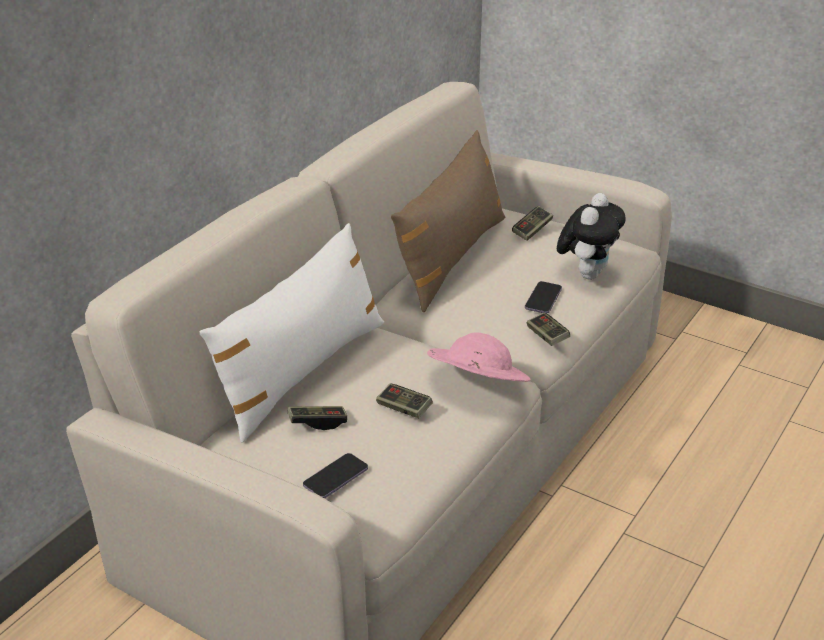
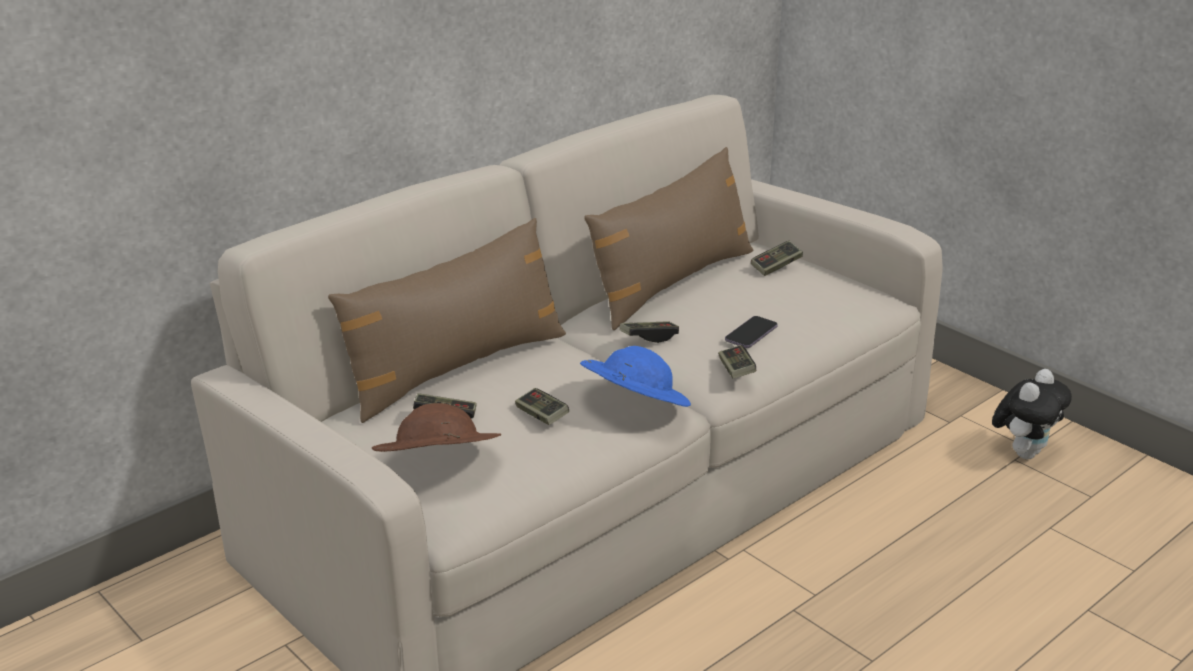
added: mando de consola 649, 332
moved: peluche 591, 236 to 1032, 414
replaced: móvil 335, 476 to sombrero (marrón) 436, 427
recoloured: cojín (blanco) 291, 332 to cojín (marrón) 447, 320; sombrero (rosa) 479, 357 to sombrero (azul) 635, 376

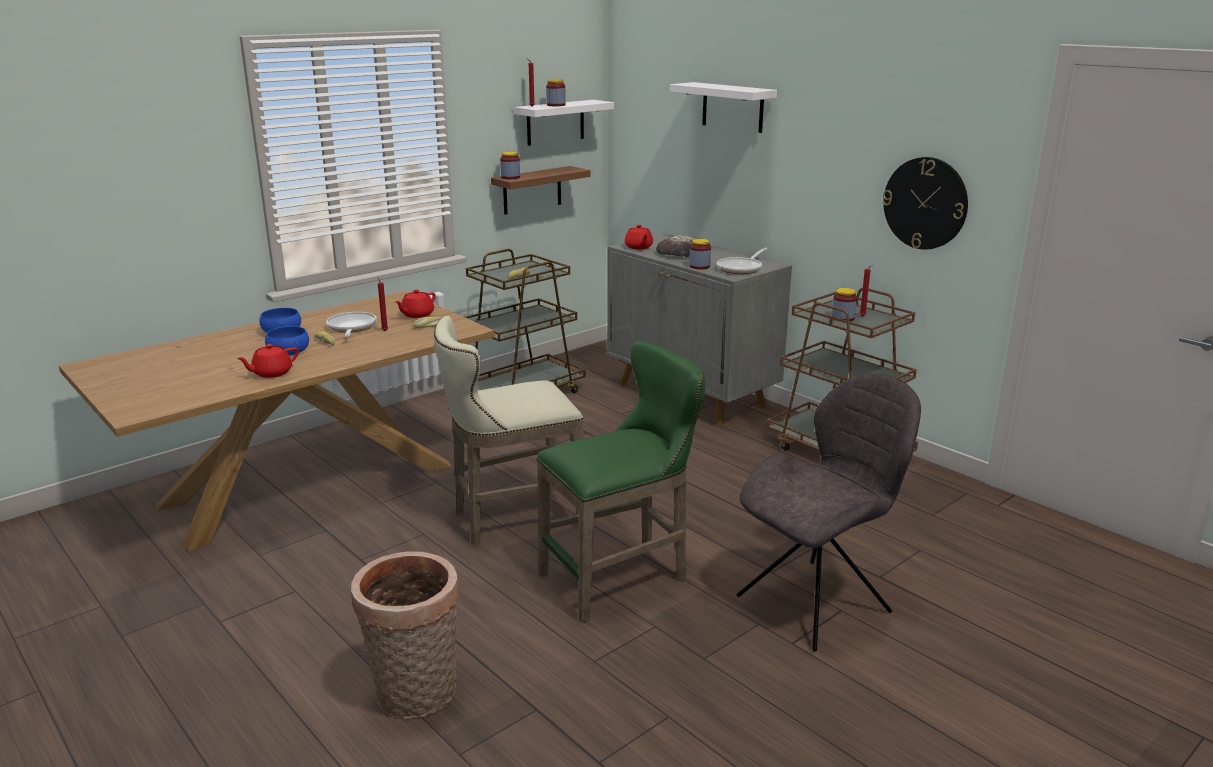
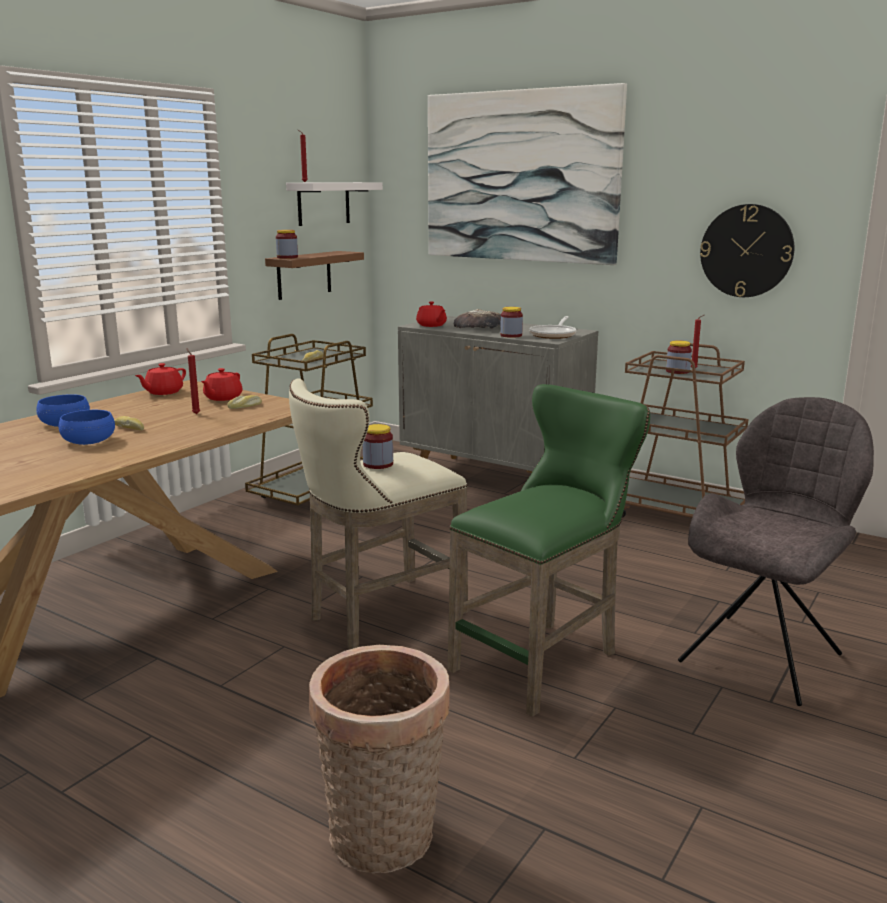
removed: sartén 351, 324
moved: tetera (rojo) 267, 361 to 160, 379; tarro 556, 92 to 378, 446
replaced: estante (blanco) 723, 107 to cuadro 527, 174

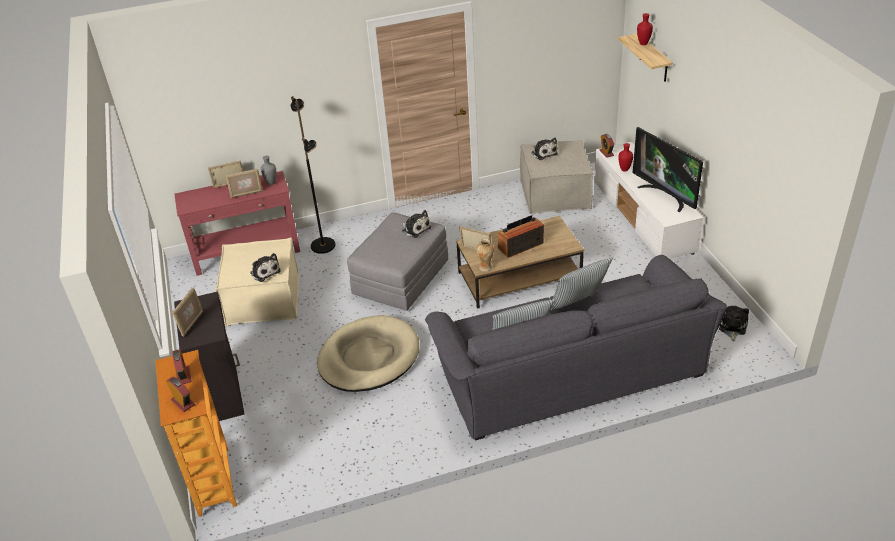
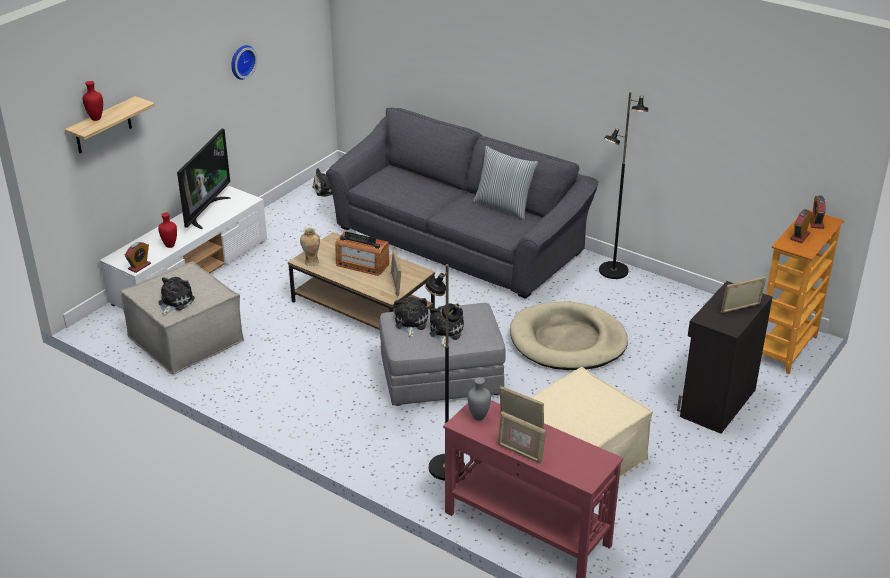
removed: cojín 582, 283
added: reloj de pared 244, 62; lámpara de pie (negro) 623, 185
moved: peluche 265, 267 to 447, 326; florero 485, 255 to 310, 247

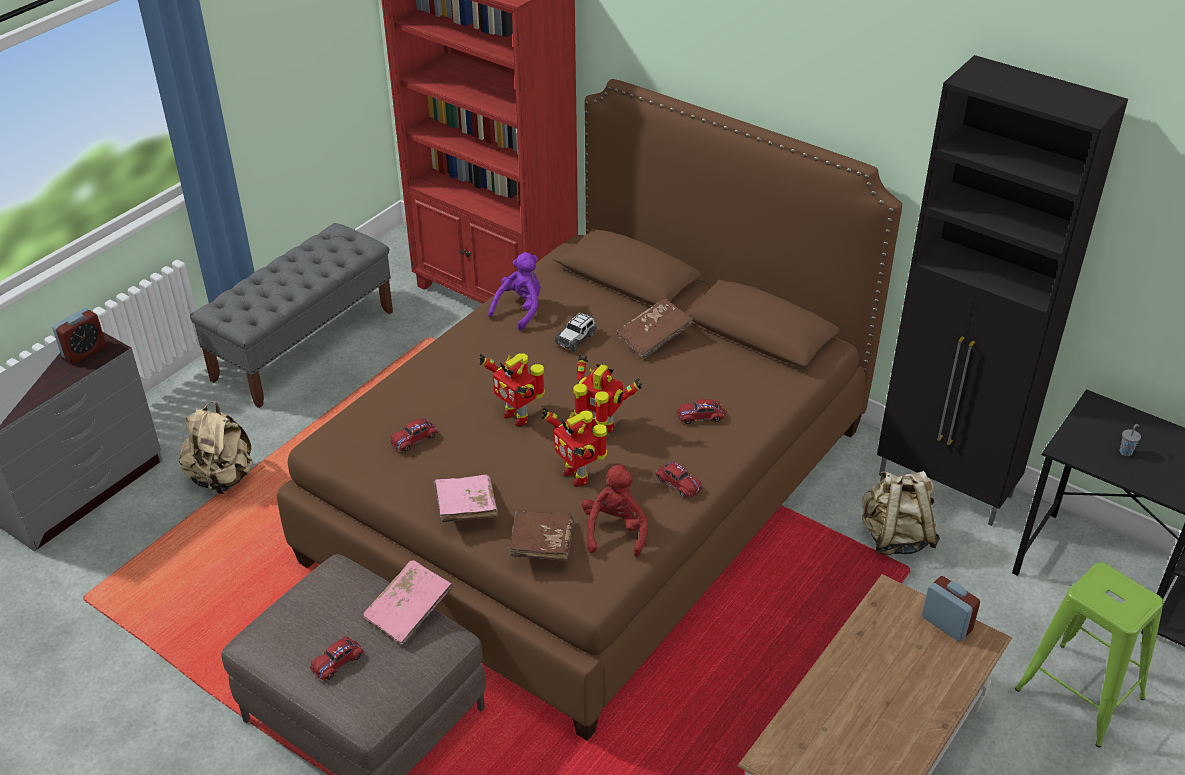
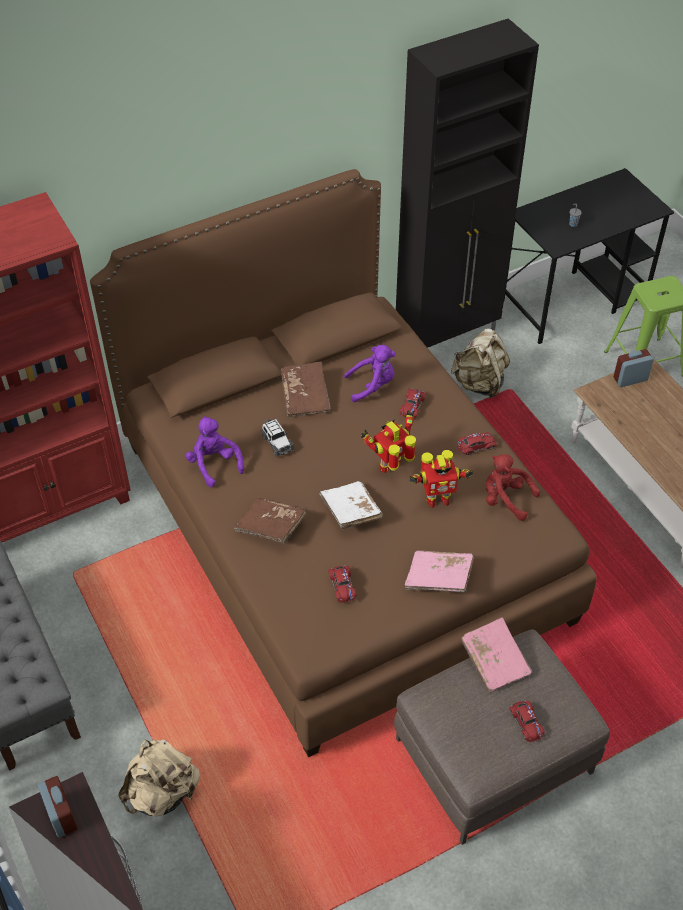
added: peluche (morado) 370, 373
moved: libro (marrón) 541, 535 to 270, 521
replaced: robot de juguete 512, 390 to libro (blanco) 351, 505

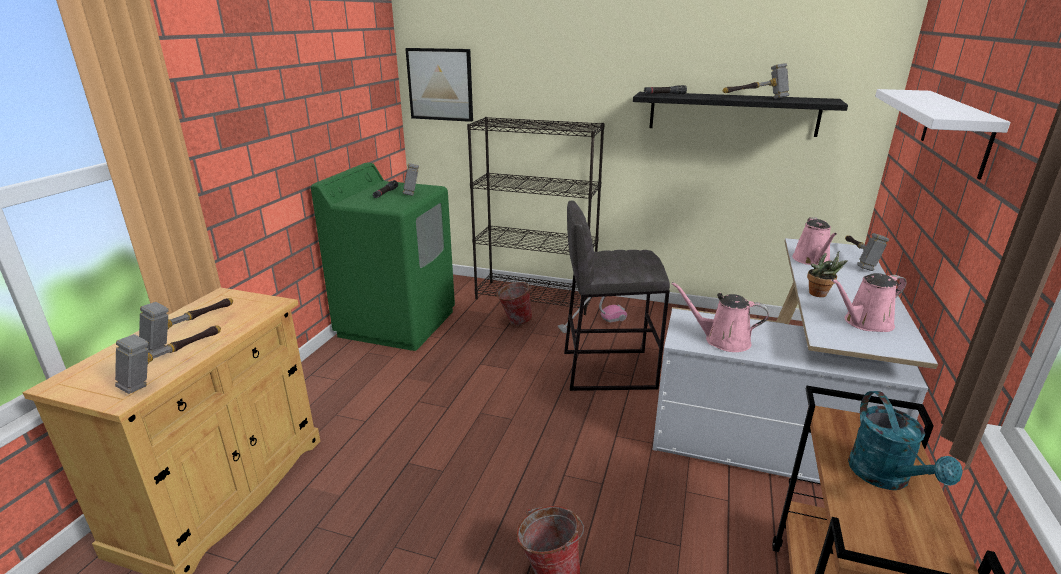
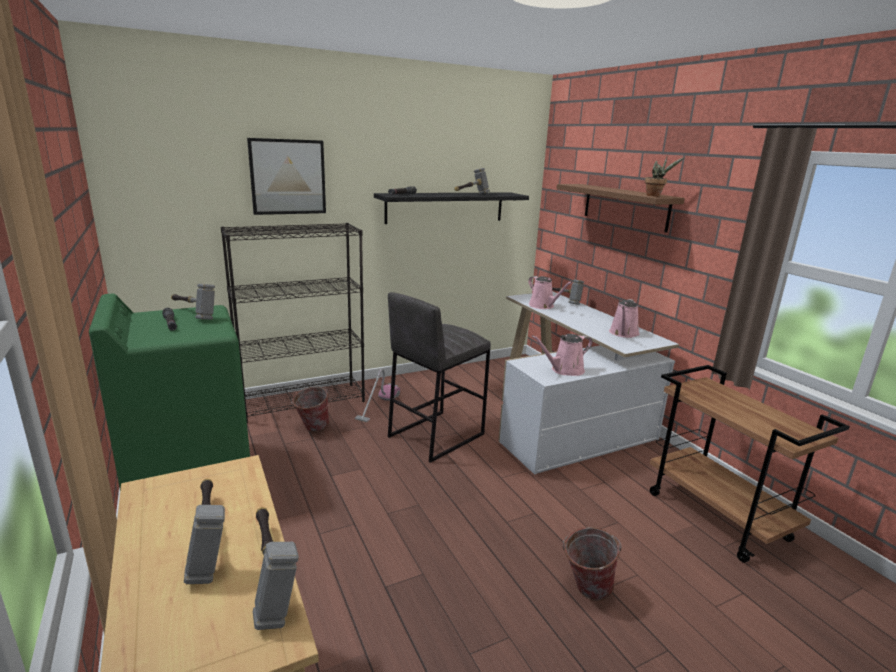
removed: regadera (turquesa) 905, 440
moved: cuadro 439, 85 to 286, 176; planta en maceta 827, 274 to 665, 177
recoloured: estante (blanco) 943, 134 to estante (marrón) 620, 208

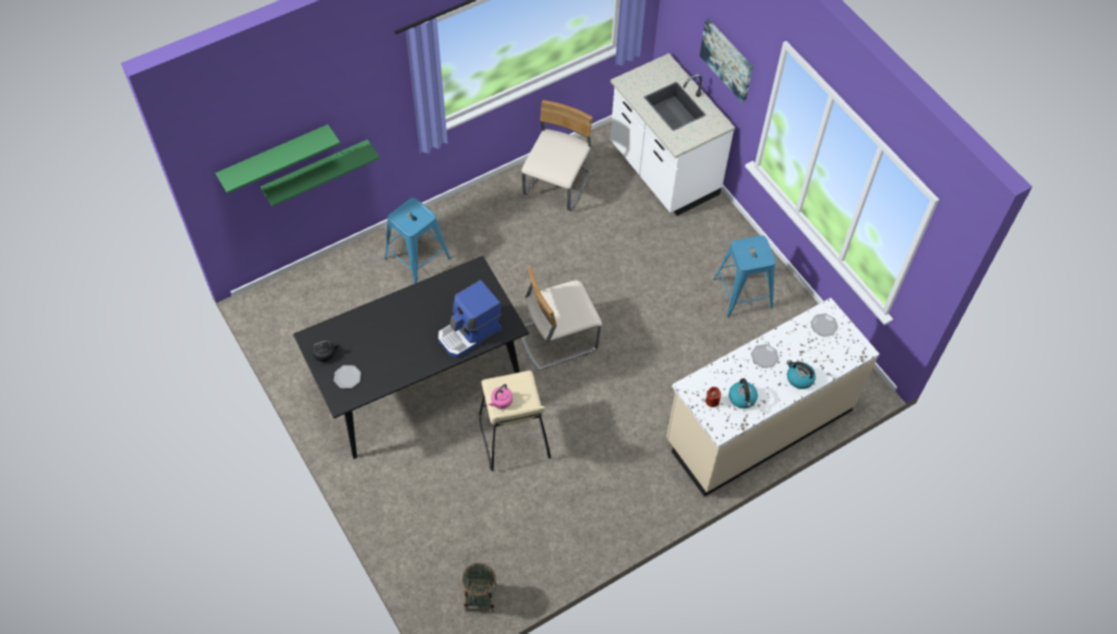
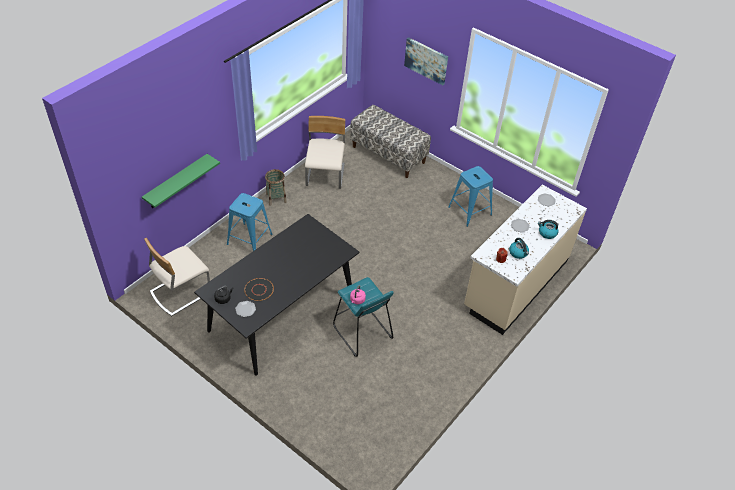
removed: estante (verde) 278, 159; cafetera 470, 319
added: plato (negro) 259, 289
moved: cesta 479, 588 to 276, 187; silla (beis) 561, 318 to 177, 277
replaced: mueble bajo de cocina (blanco) 672, 134 to banco 390, 141
recoloured: taburete (beis) 515, 420 to taburete (turquesa) 363, 317

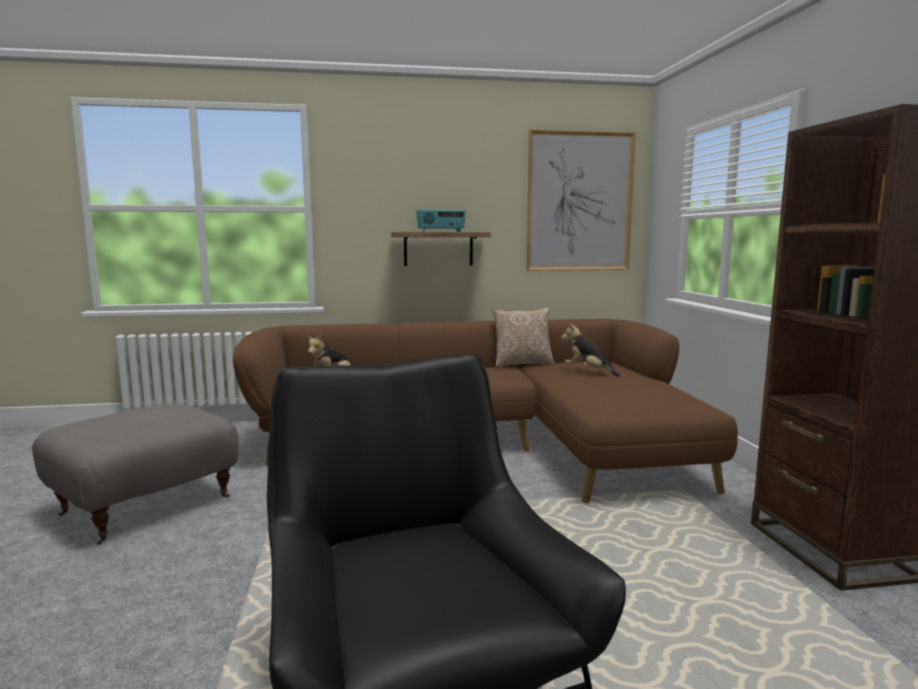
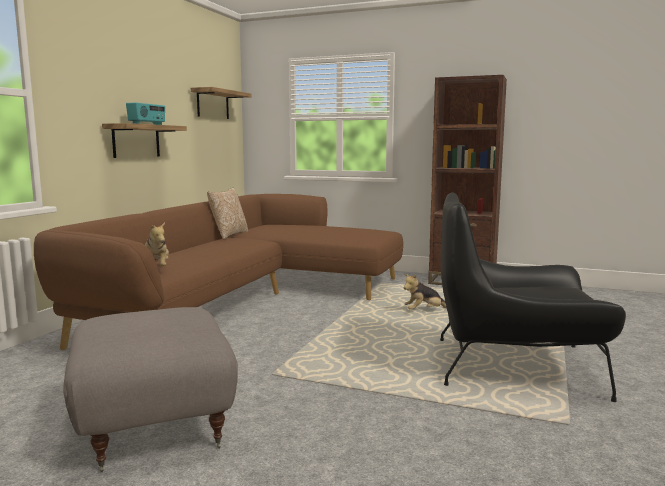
moved: peluche 590, 350 to 425, 291
replaced: cuadro 581, 200 to estante 221, 103

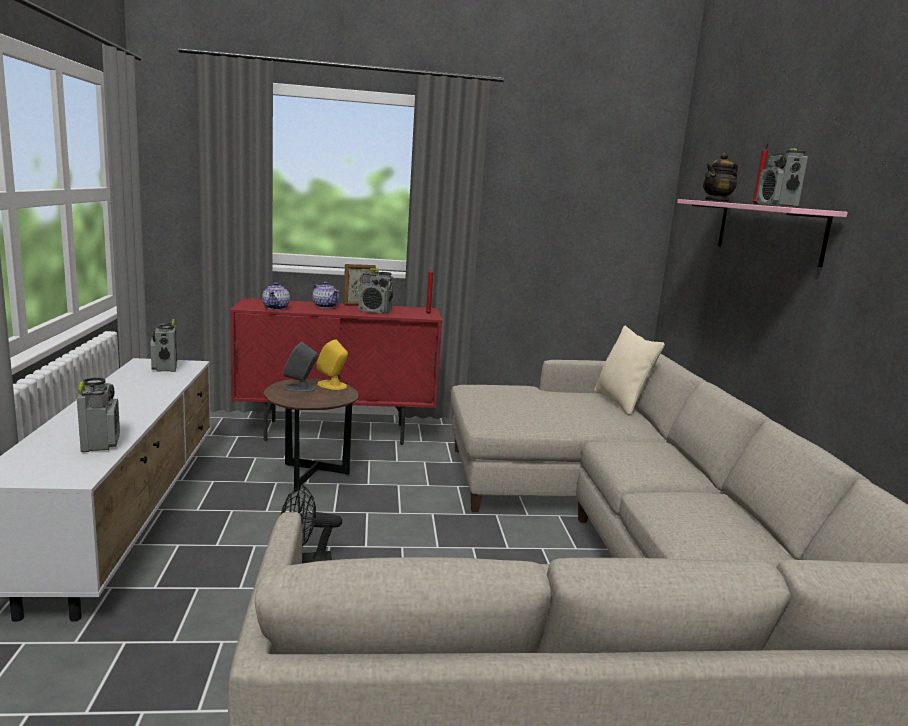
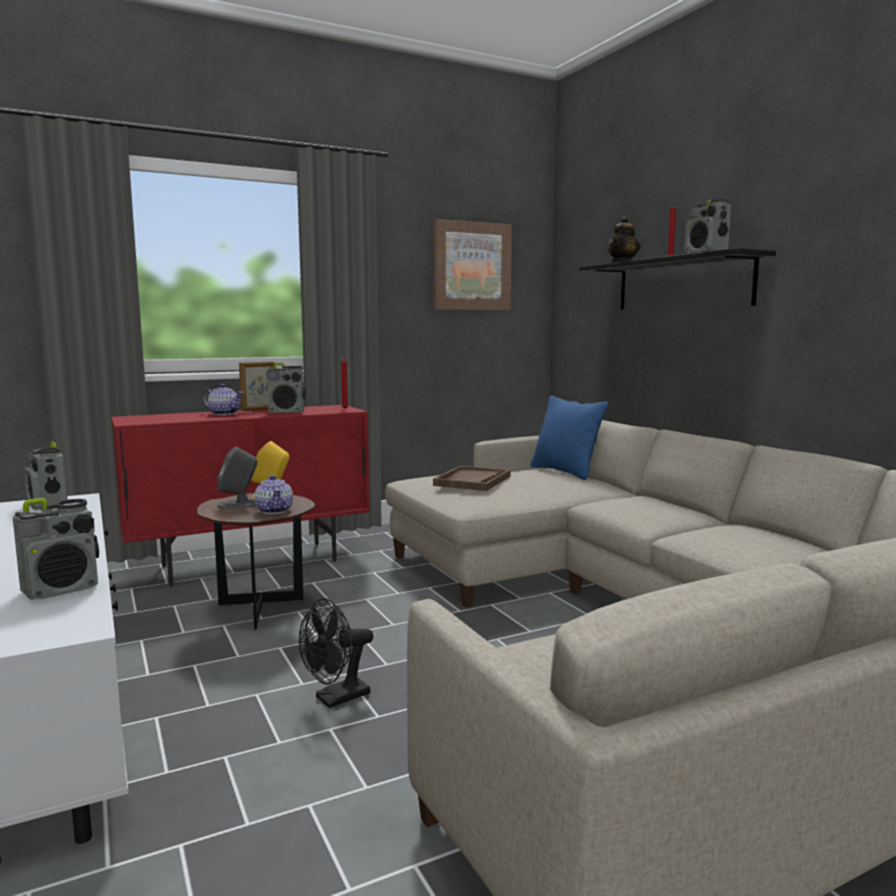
added: cuadro 472, 264; bandeja (marrón) 472, 478
moved: tetera 276, 296 to 273, 494
recoloured: cojín (beis) 629, 370 to cojín (azul) 569, 438; estante (rosa) 762, 233 to estante (negro) 677, 279
turned: radio 98, 414 = 56, 549 90 degrees clockwise

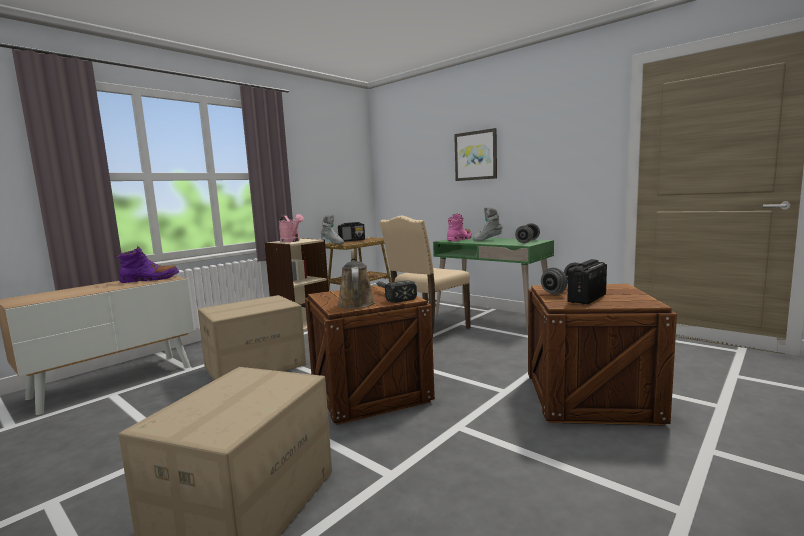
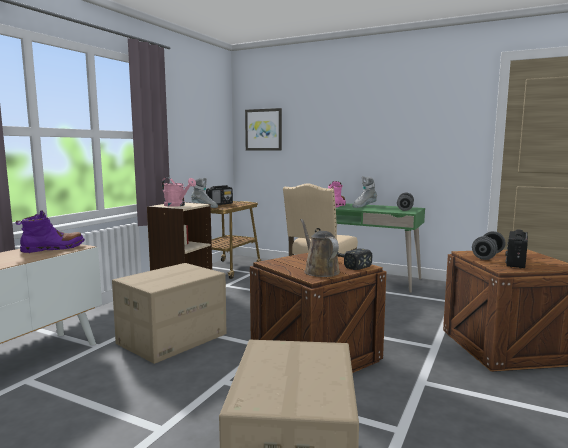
moved: cuadro 475, 154 to 263, 129

